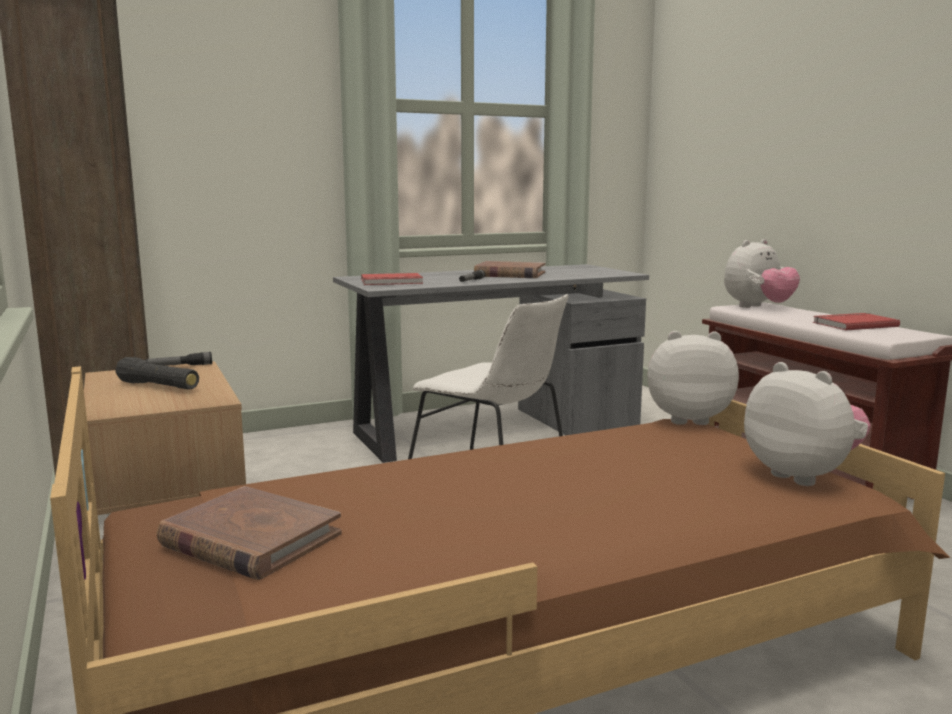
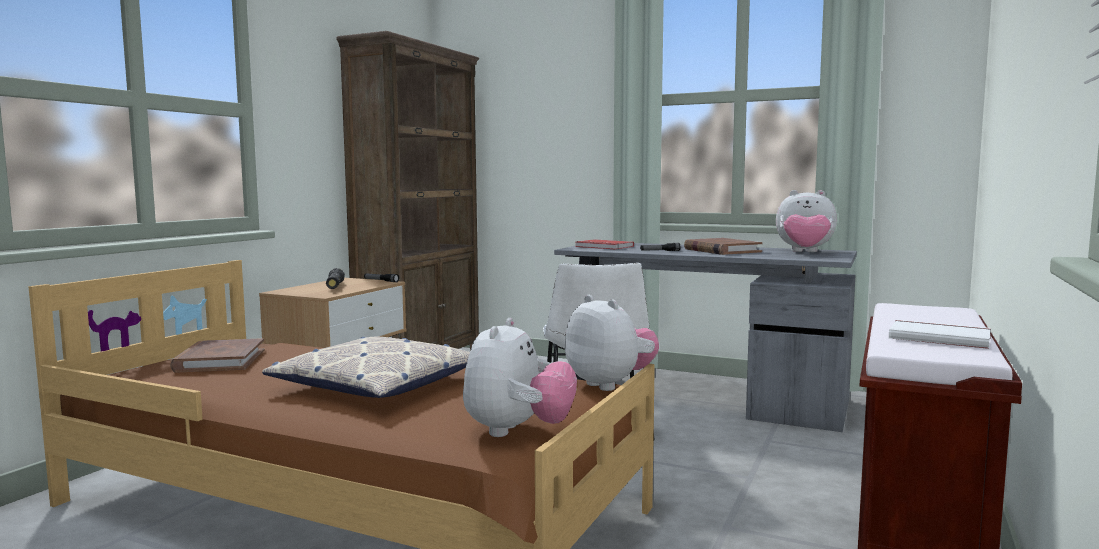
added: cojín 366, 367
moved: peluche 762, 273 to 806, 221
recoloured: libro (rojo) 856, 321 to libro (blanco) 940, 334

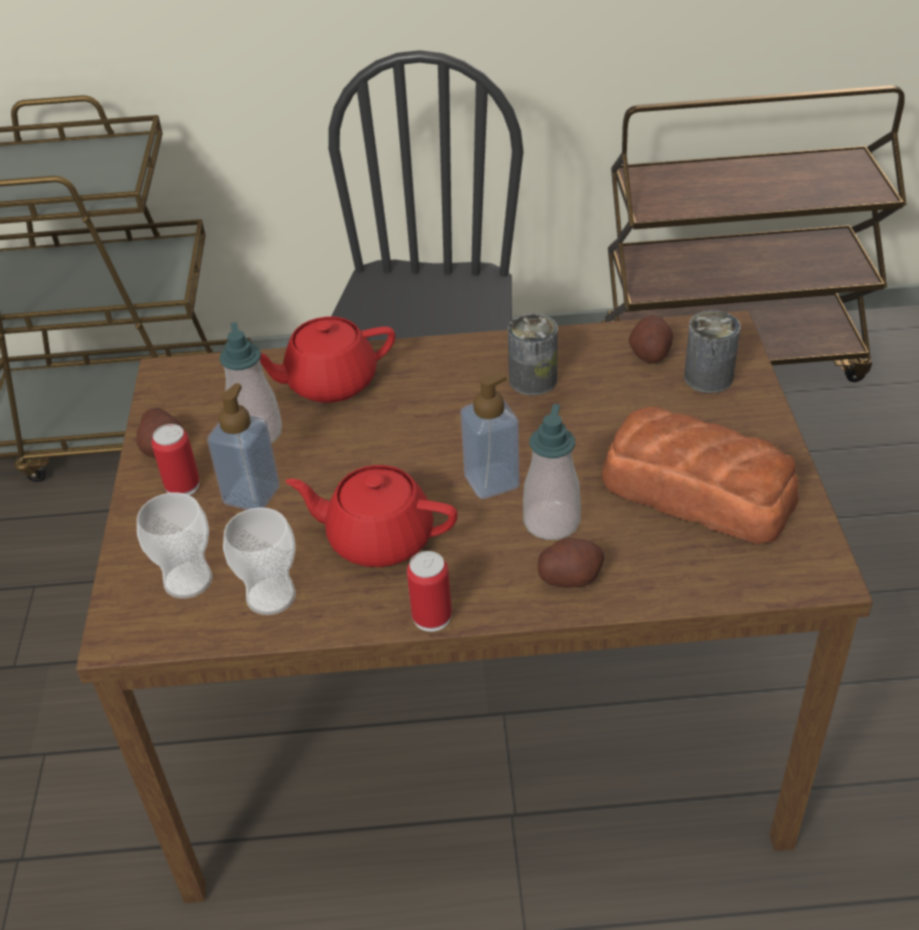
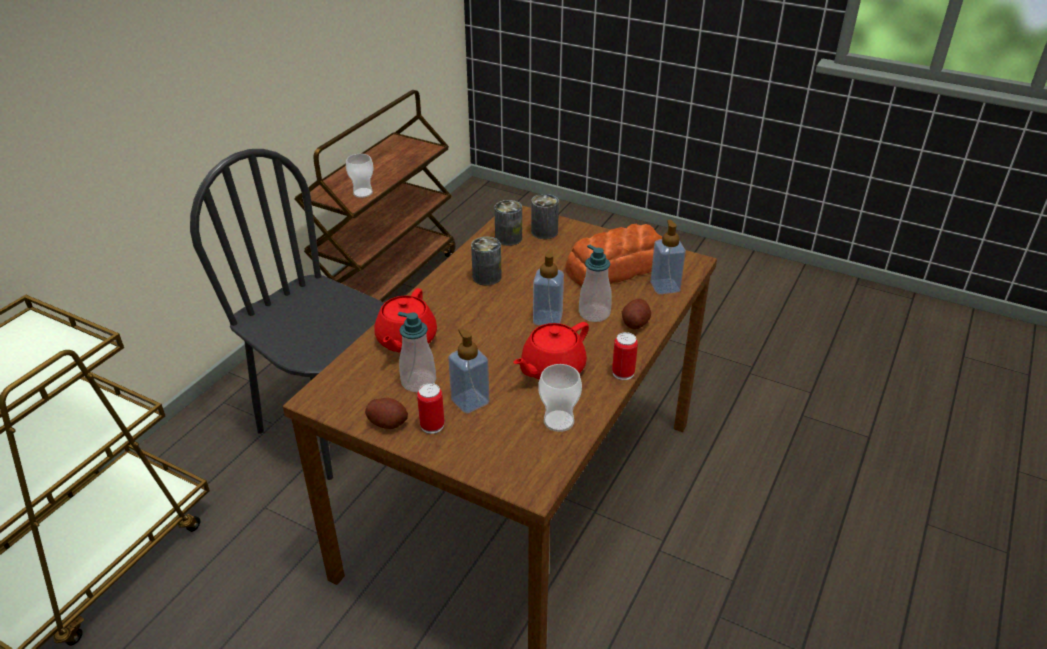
added: dispensador de jabón 668, 257
moved: taza 175, 545 to 360, 176
replaced: patata 651, 339 to lata 508, 223

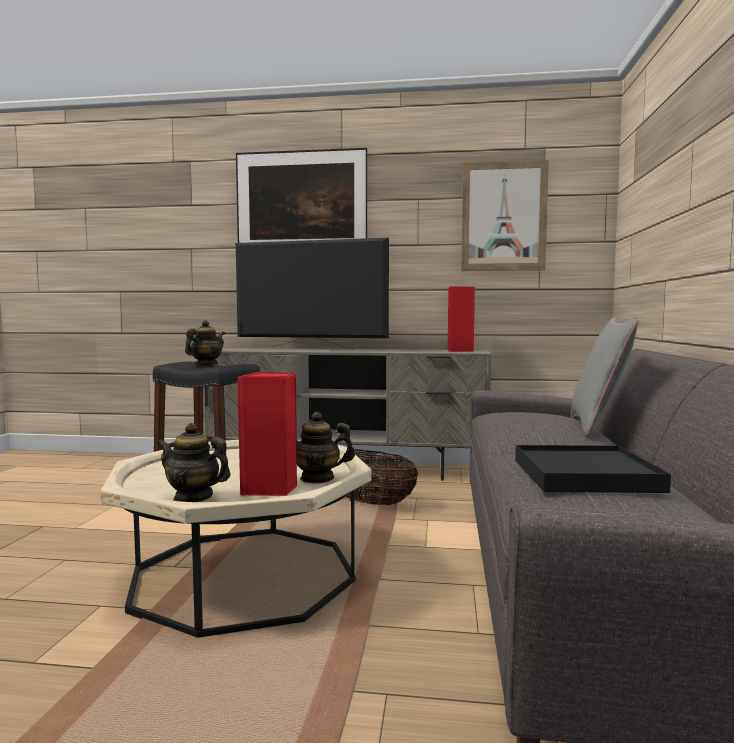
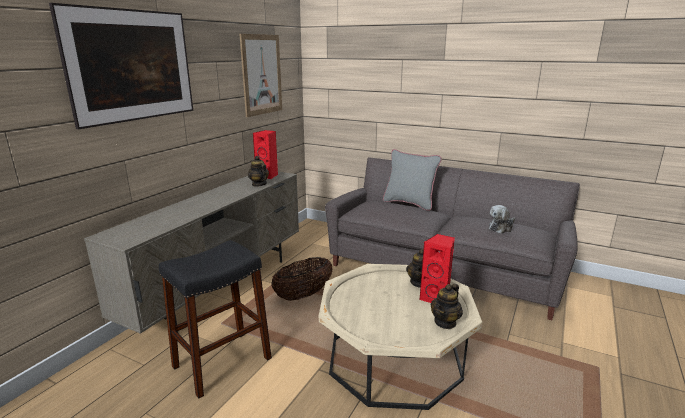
removed: televisor 312, 294
moved: tetera 205, 342 to 258, 171
replaced: bandeja (negro) 593, 469 to peluche 502, 219

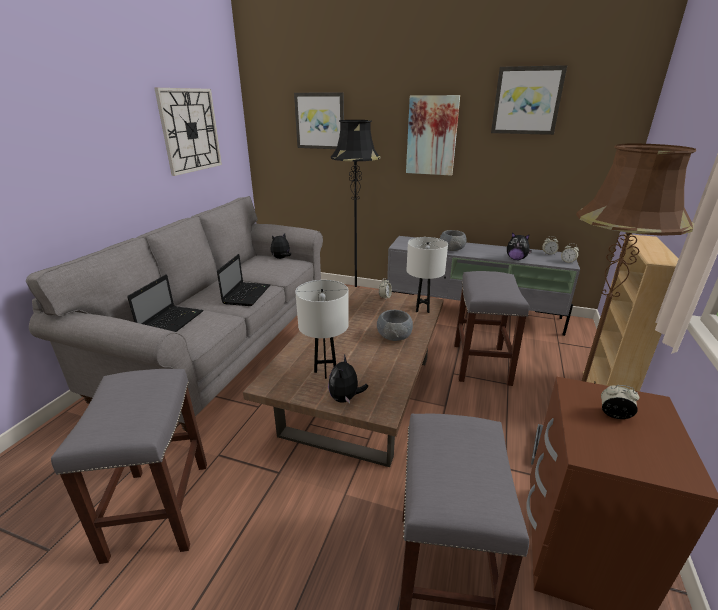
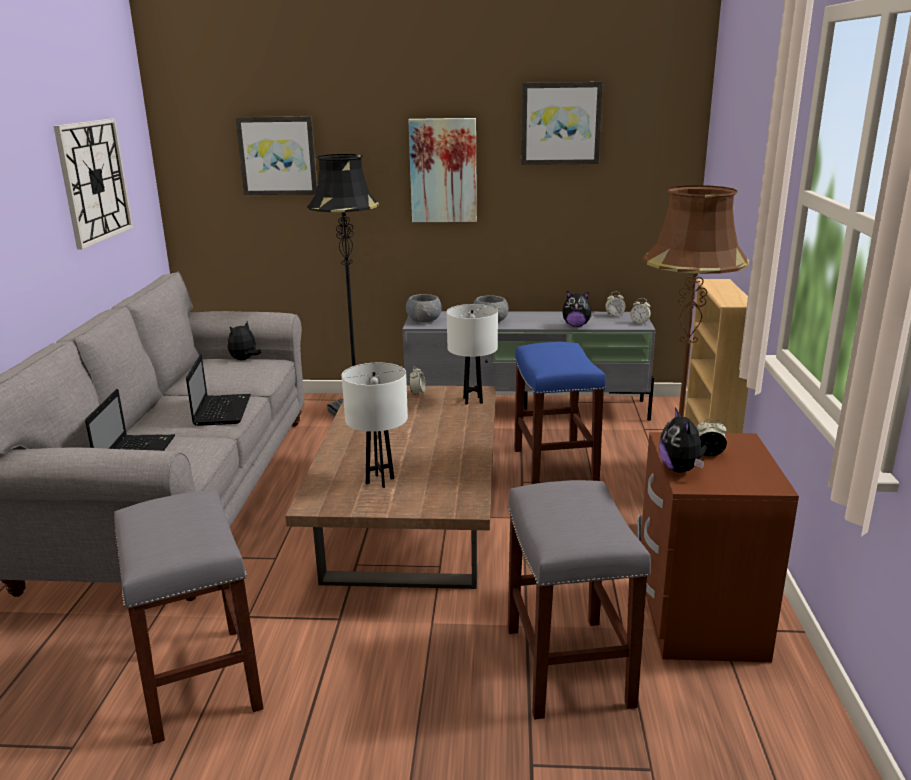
moved: peluche 348, 379 to 683, 440; cuenco (gris) 395, 325 to 424, 308
recoloured: taburete (gris) 491, 328 to taburete (azul) 560, 413

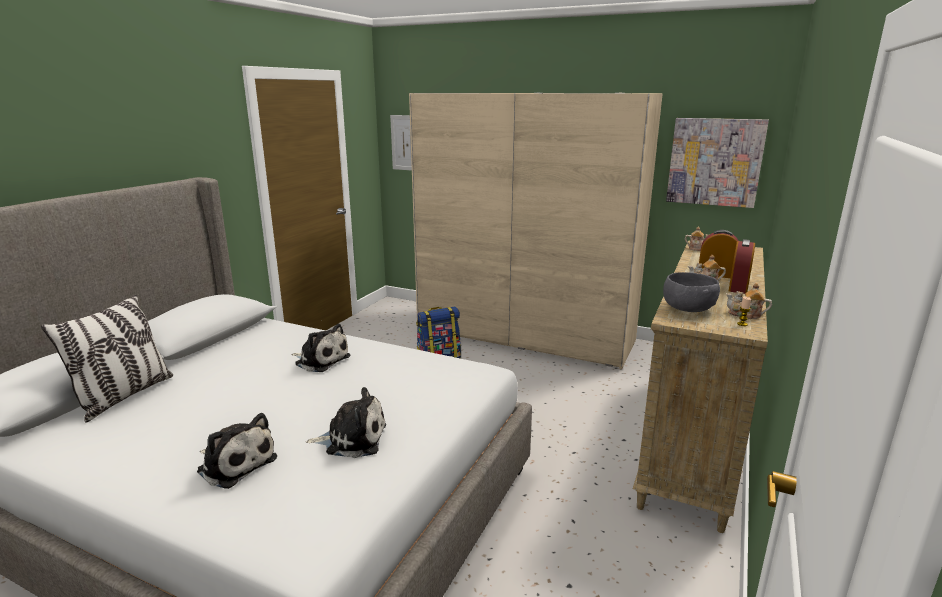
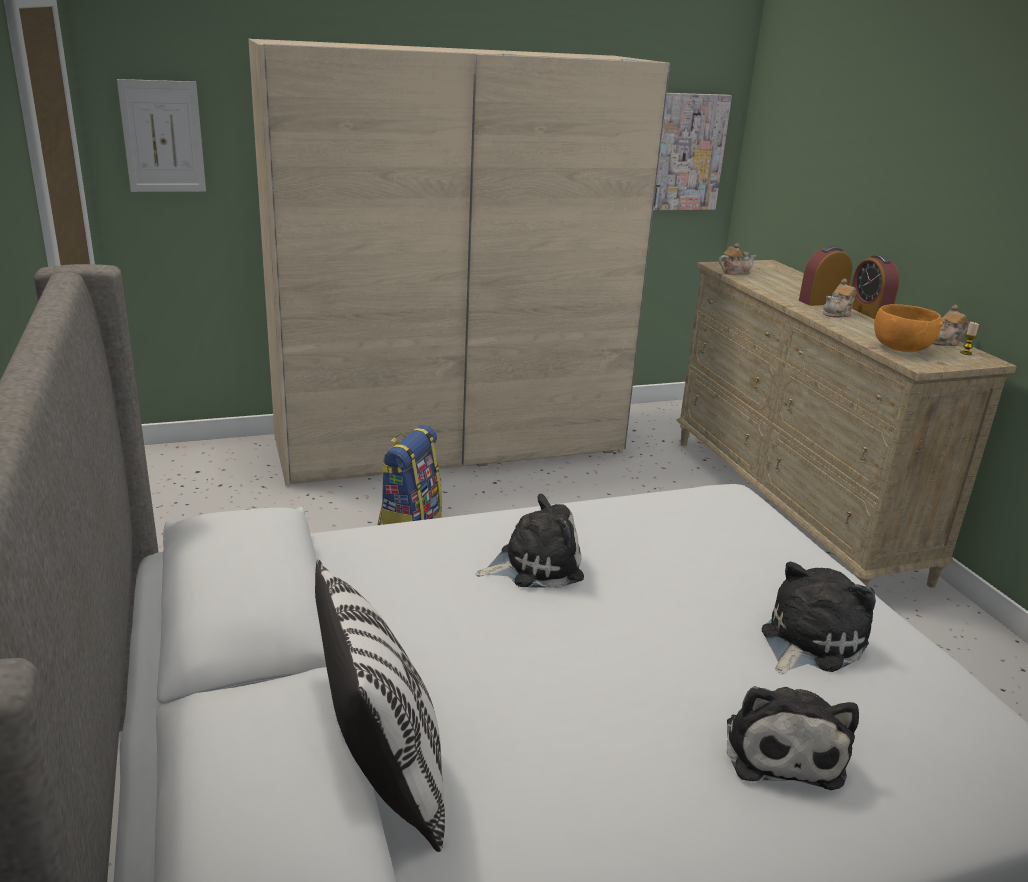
recoloured: cuenco (gris) 691, 292 to cuenco (naranja) 908, 328
turned: peluche 237, 451 = 793, 738 105 degrees clockwise

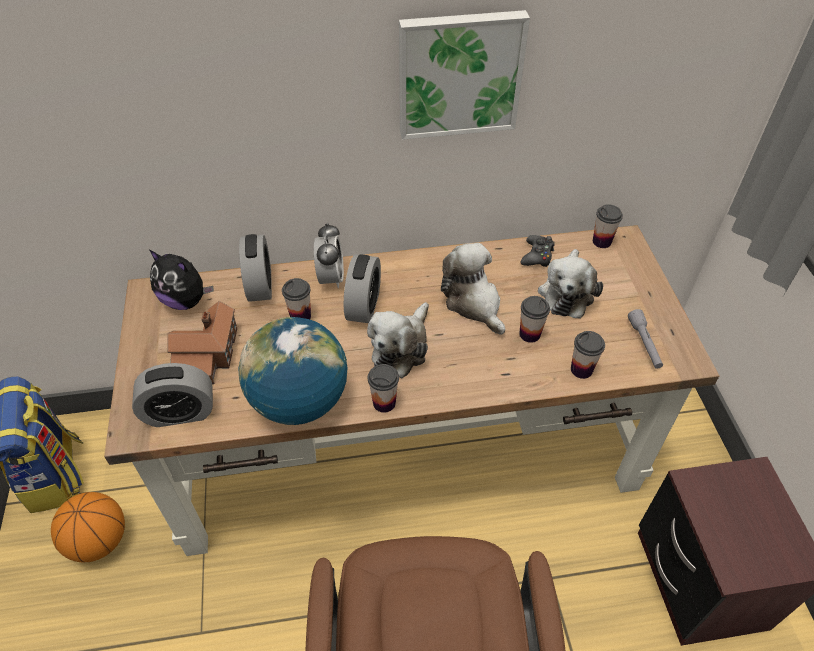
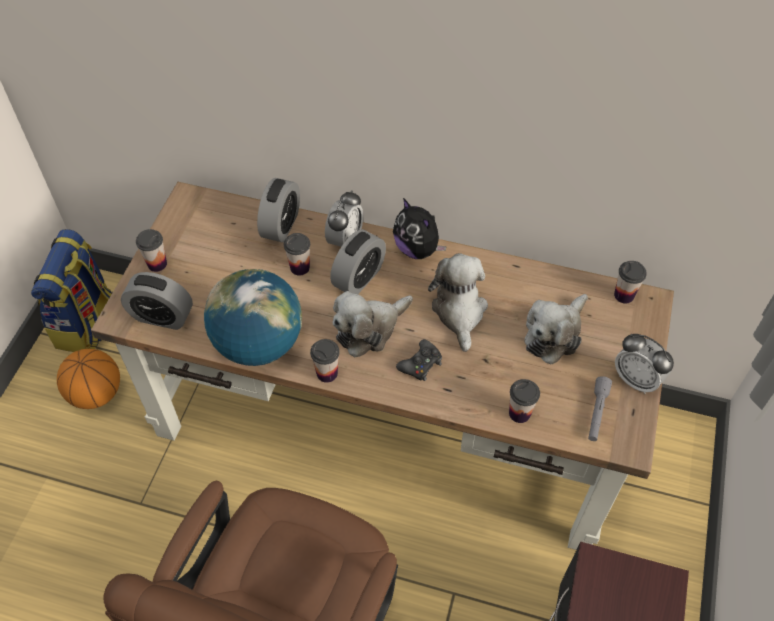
removed: casita 202, 342; cuadro 464, 75
added: despertador 644, 364
moved: peluche 181, 280 to 420, 228; taza 535, 319 to 151, 250; mando de consola (negro) 538, 251 to 419, 360

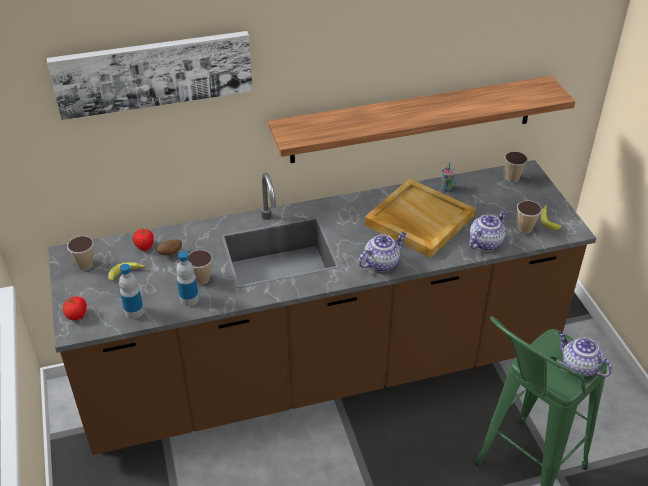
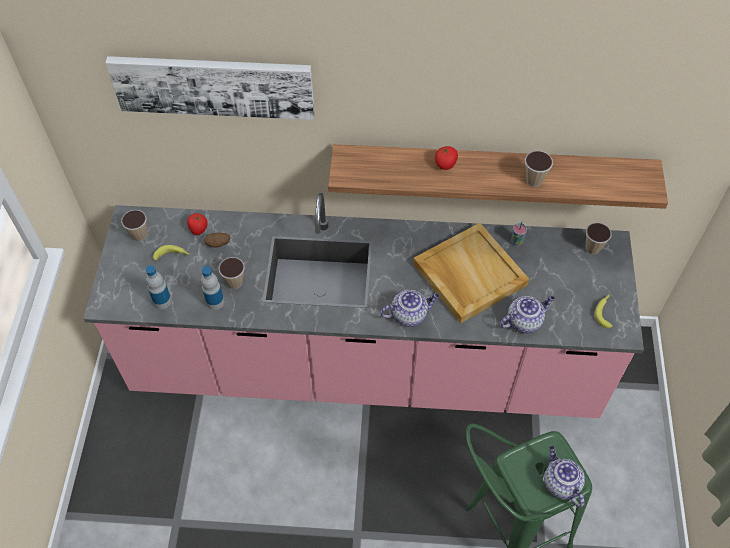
moved: tomate 75, 308 to 446, 158; taza 529, 217 to 539, 169
recoloured: mueble bajo de cocina (marrón) 322, 307 to mueble bajo de cocina (rosa) 364, 305

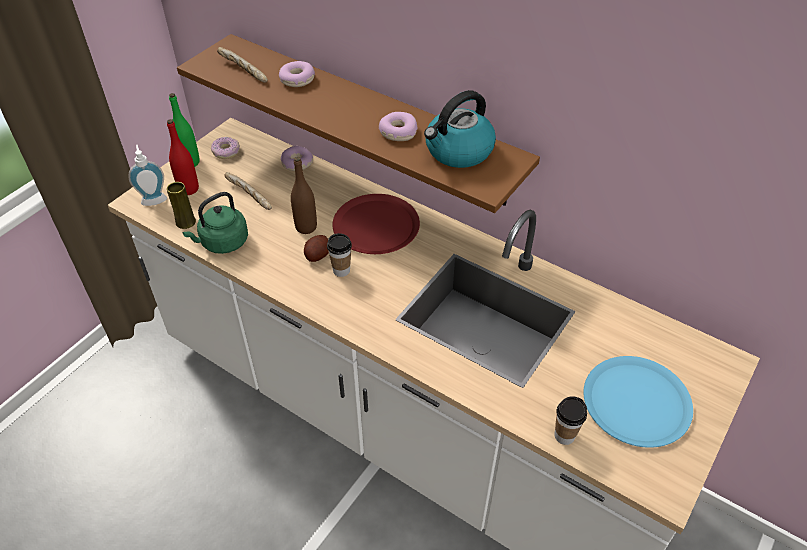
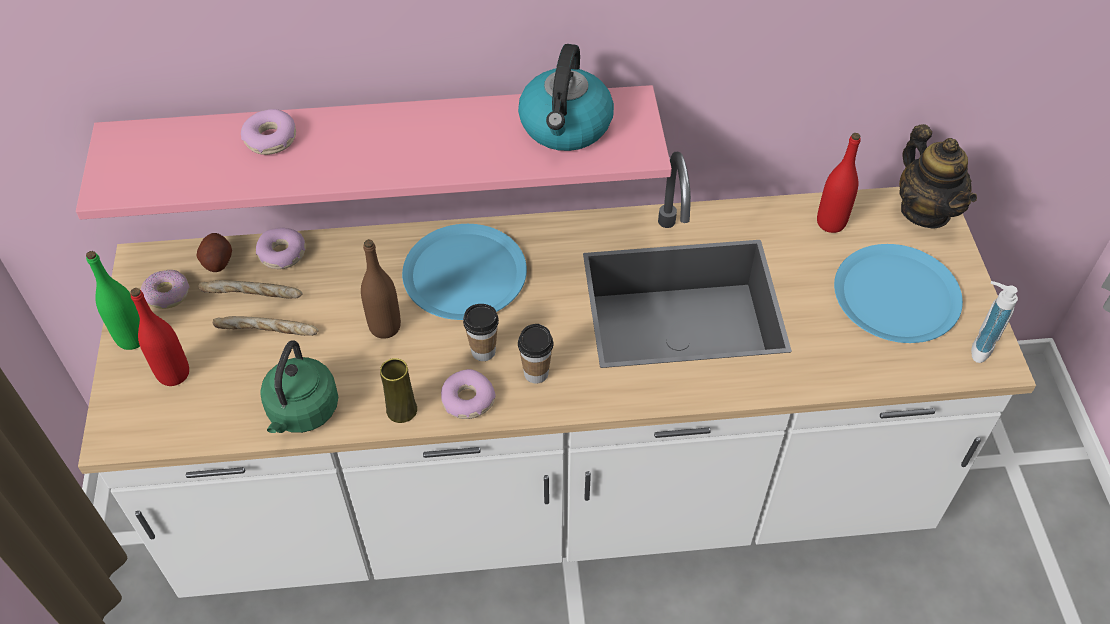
added: botella (rojo) 839, 183; tetera 938, 176
moved: dispensador de jabón 147, 175 to 994, 322; florero (amarillo) 181, 205 to 398, 390; pan 242, 65 to 251, 289; patata 316, 248 to 214, 252; rosquilla 398, 126 to 468, 394; taza 571, 420 to 535, 354
recoloured: estante (marrón) 358, 123 to estante (rosa) 374, 152; plato (rojo) 376, 224 to plato (azul) 464, 272

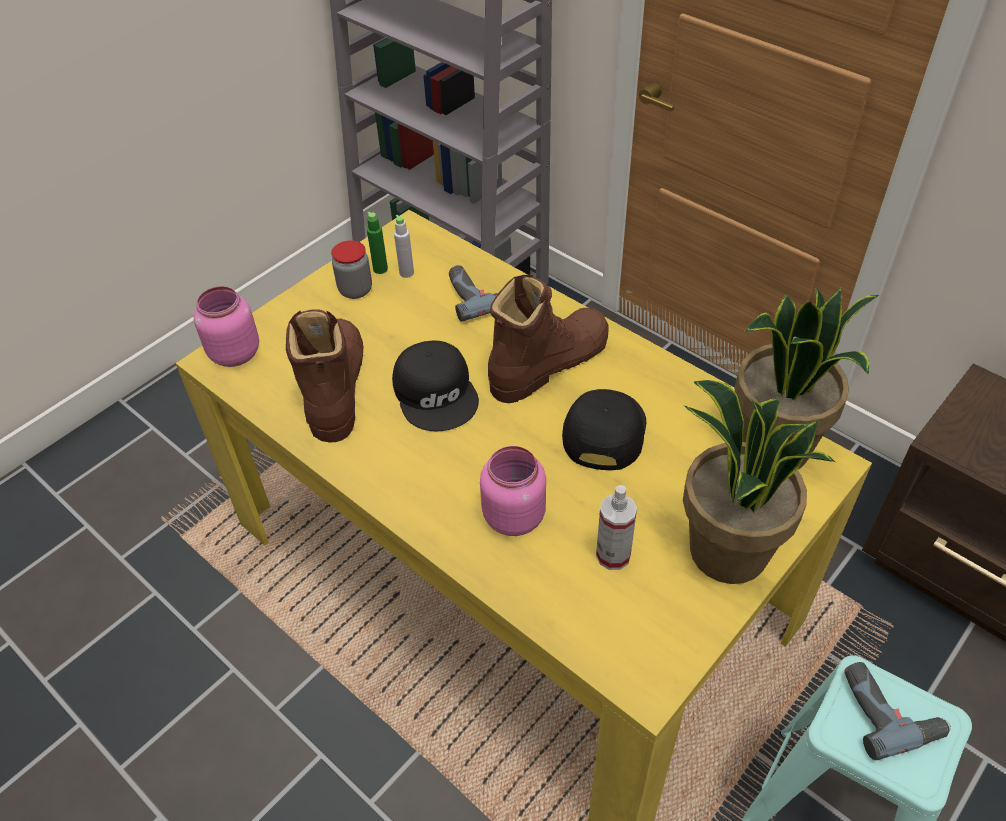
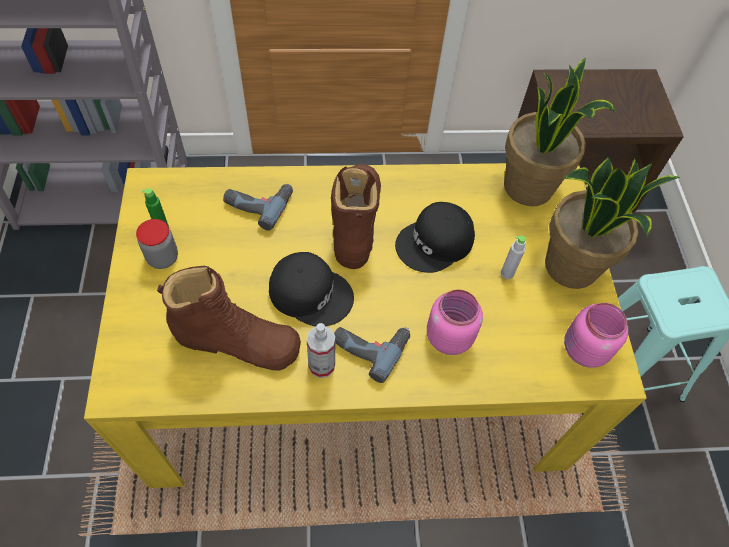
moved: tarro (rosa) 226, 326 to 596, 335; botella (gris) 404, 246 to 513, 257; pulverizador 616, 527 to 321, 350; taladro 897, 711 to 372, 355
turned: bota (marrón) 325, 375 = 229, 318 150 degrees clockwise; gorra (negro) 604, 429 = 435, 237 90 degrees counterclockwise

